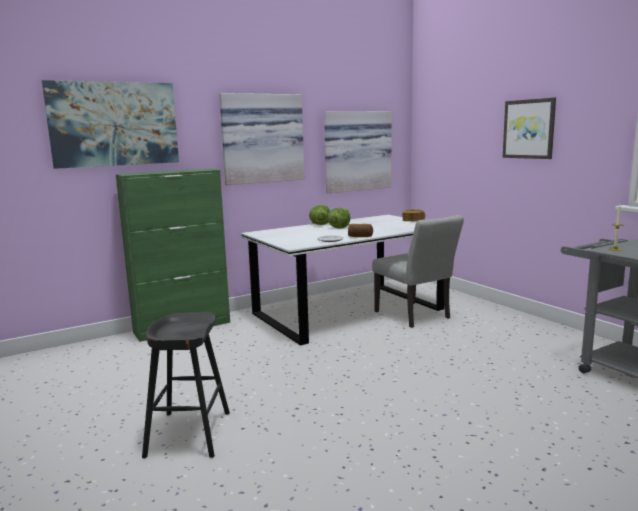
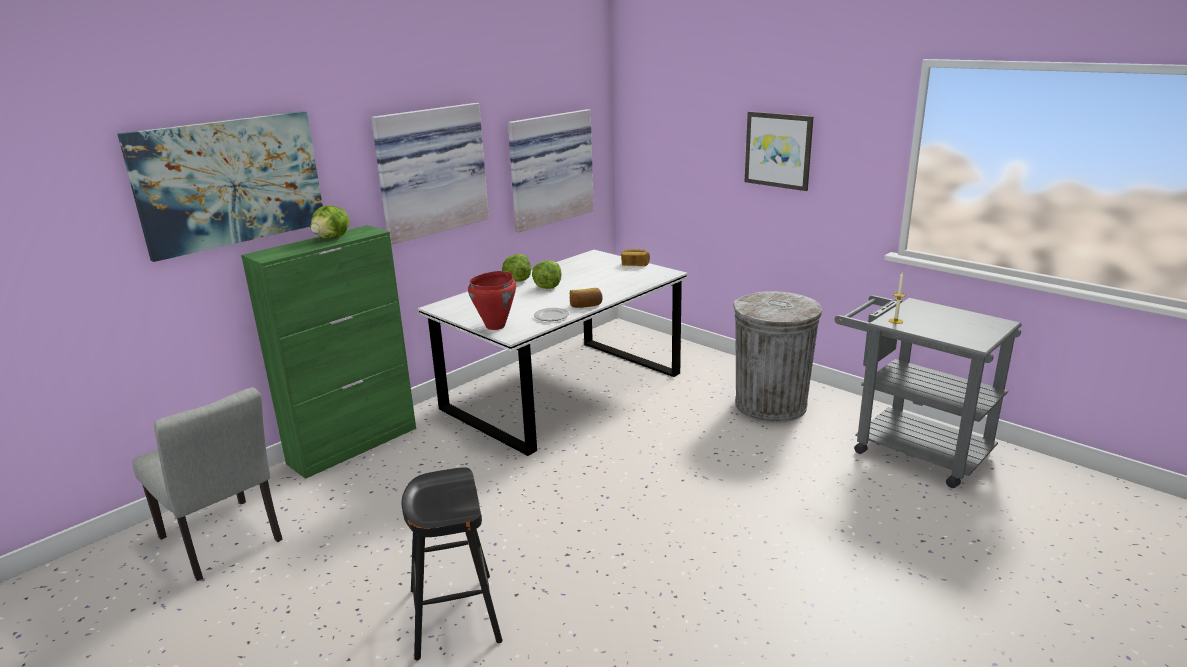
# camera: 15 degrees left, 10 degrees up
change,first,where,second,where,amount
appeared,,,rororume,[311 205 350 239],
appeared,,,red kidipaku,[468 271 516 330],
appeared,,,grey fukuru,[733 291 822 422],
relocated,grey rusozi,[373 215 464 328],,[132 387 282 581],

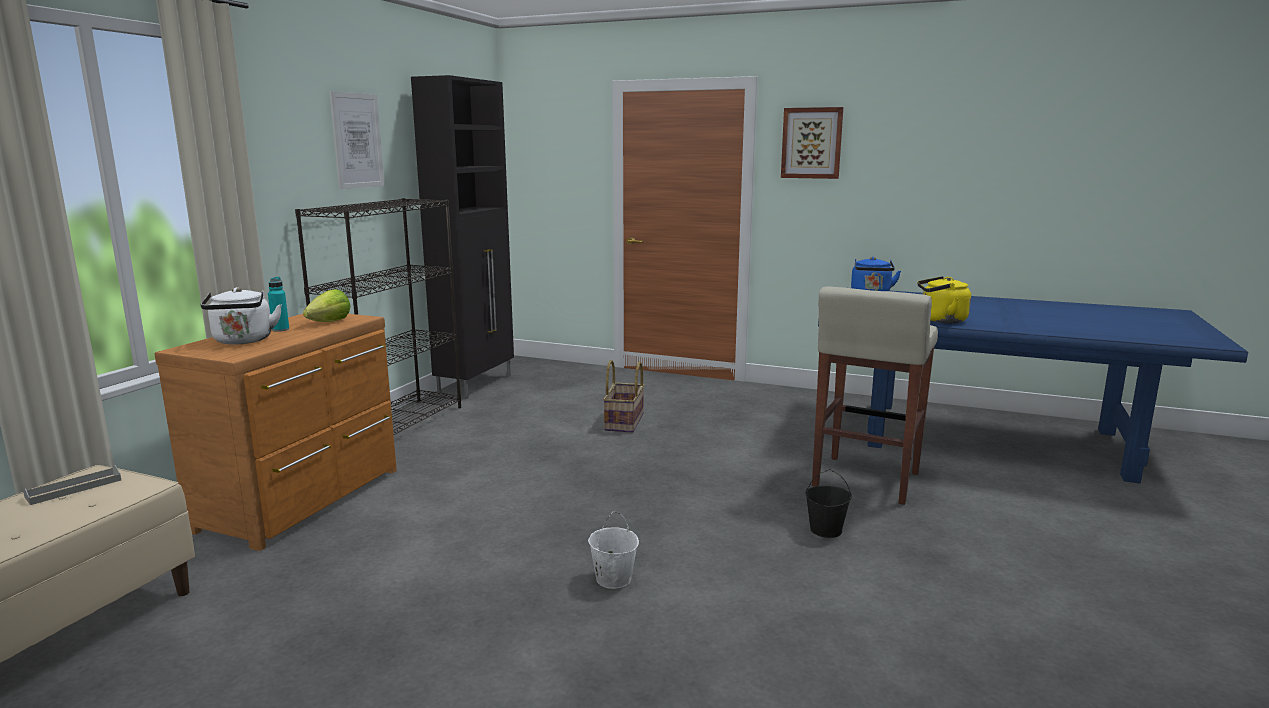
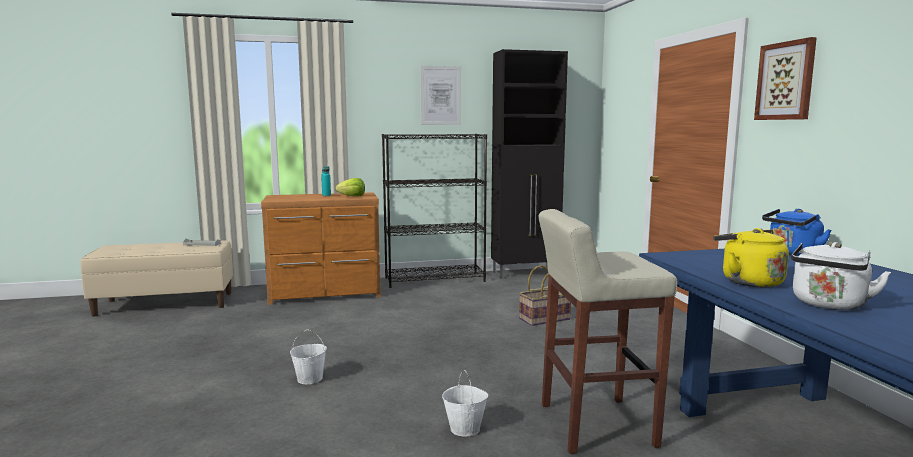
# camera: 55 degrees right, 5 degrees down
change,first,where,second,where,amount
relocated,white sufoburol,[201 287 282 345],,[791 242 891 310],
colour,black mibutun,[805 469 852 538],white mibutun,[442 370 488 437],

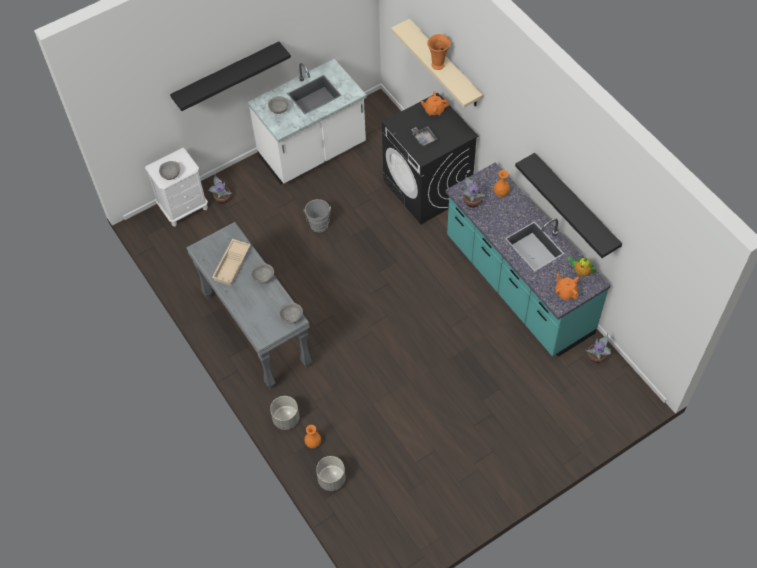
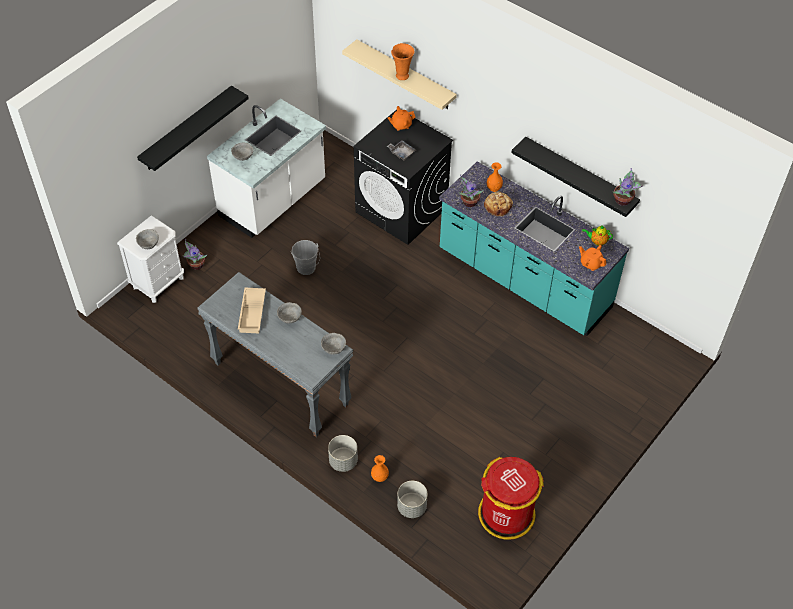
# camera: 20 degrees left, 5 degrees down
change,first,where,second,where,amount
appeared,,,red fukuru,[478 457 544 540],
appeared,,,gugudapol,[484 191 513 216],
relocated,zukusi,[586 333 611 363],,[613 168 643 206],

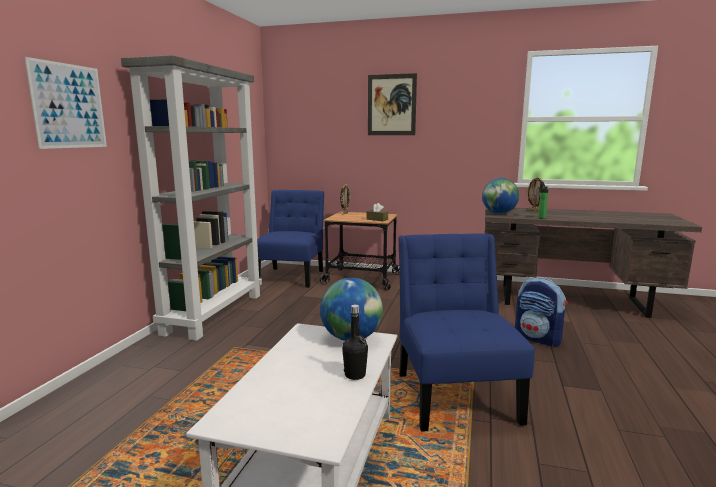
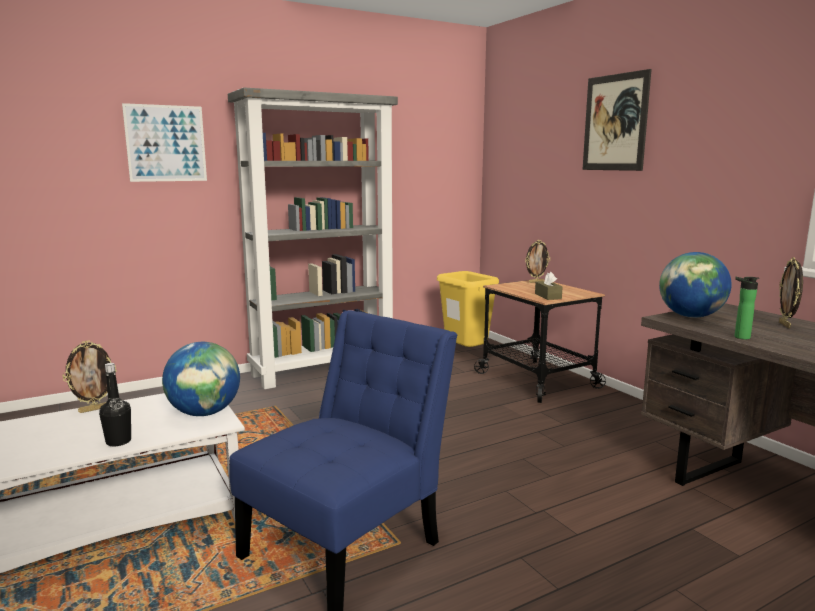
# camera: 45 degrees right, 0 degrees up
change,first,where,second,where,amount
missing,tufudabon,[515 277 568 347],,,
appeared,,,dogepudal,[62 341 116 413],
exchanged,blue rusozi,[257 190 324 288],yellow fukuru,[437 271 499 347],

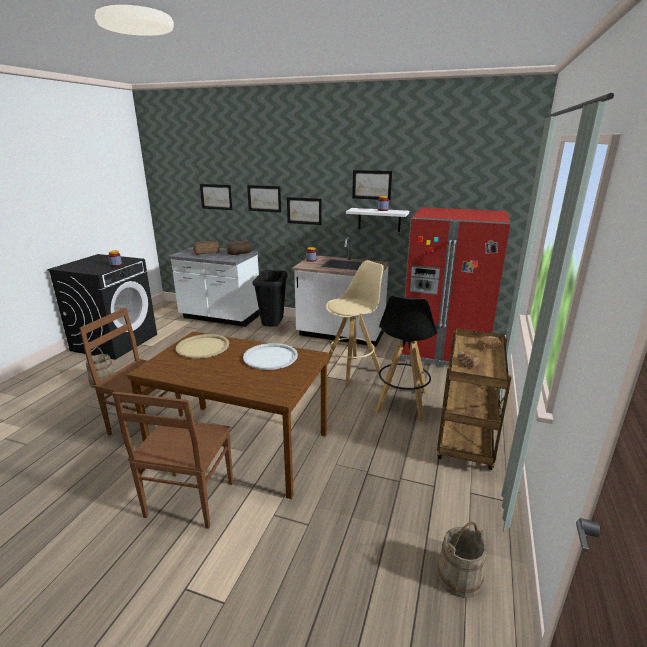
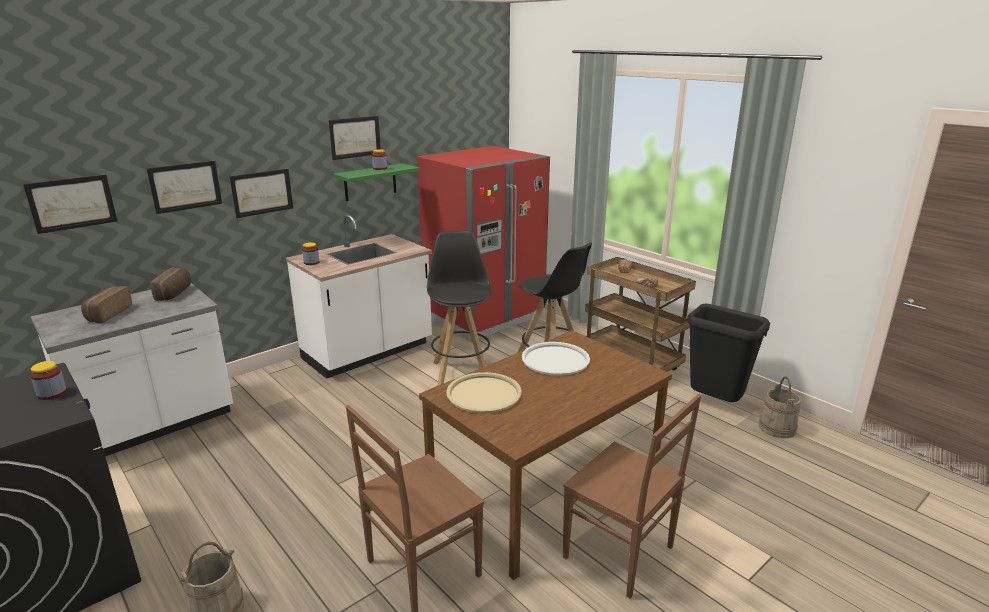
# camera: 60 degrees left, 0 degrees up
change,first,where,second,where,amount
relocated,black fukuru,[253 270 288 327],,[687 304 770 402],
colour,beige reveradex,[326 260 384 387],black reveradex,[427 230 492 386],
colour,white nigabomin,[346 208 409 232],green nigabomin,[333 163 420 201],

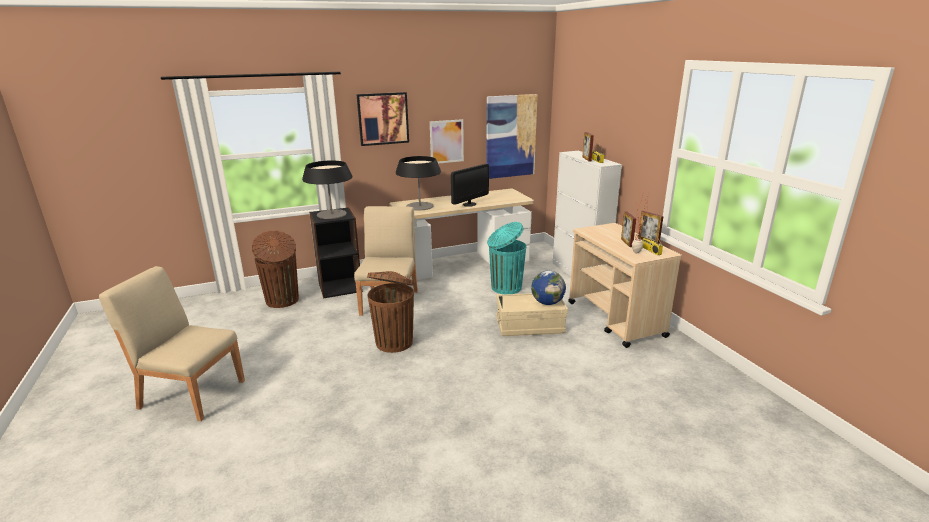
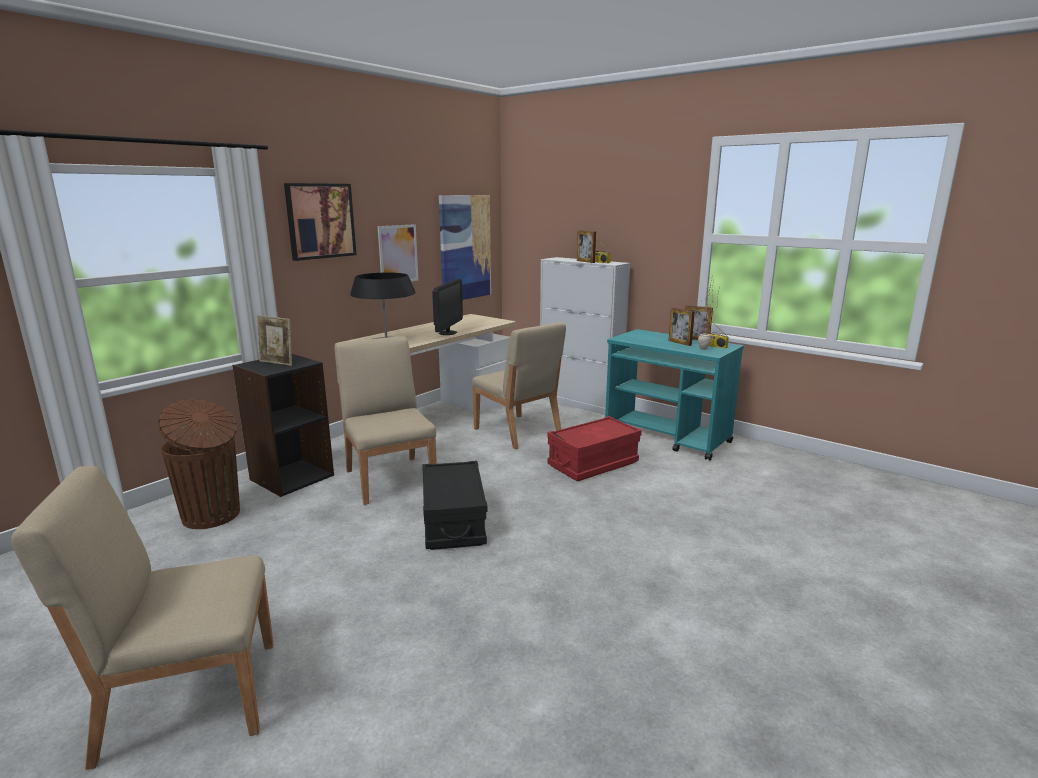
# camera: 30 degrees left, 5 degrees down
change,first,where,second,where,amount
missing,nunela,[531 271 566 305],,,
exchanged,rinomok,[302 160 353 219],dogepudal,[257 315 292 366],
exchanged,brown fukuru,[367 271 416 353],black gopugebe,[422 461 487 550],
exchanged,turquoise fukuru,[487 222 527 294],beige rusozi,[472 322 566 449],
colour,beige gopugebe,[496 293 568 336],red gopugebe,[547 416 642 481],
colour,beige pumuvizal,[568 223 682 348],turquoise pumuvizal,[605 329 744 461],

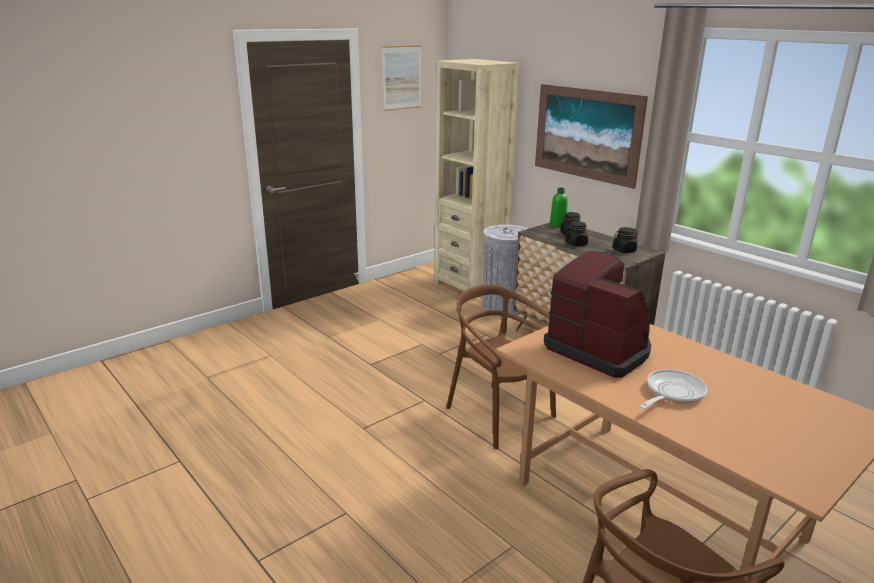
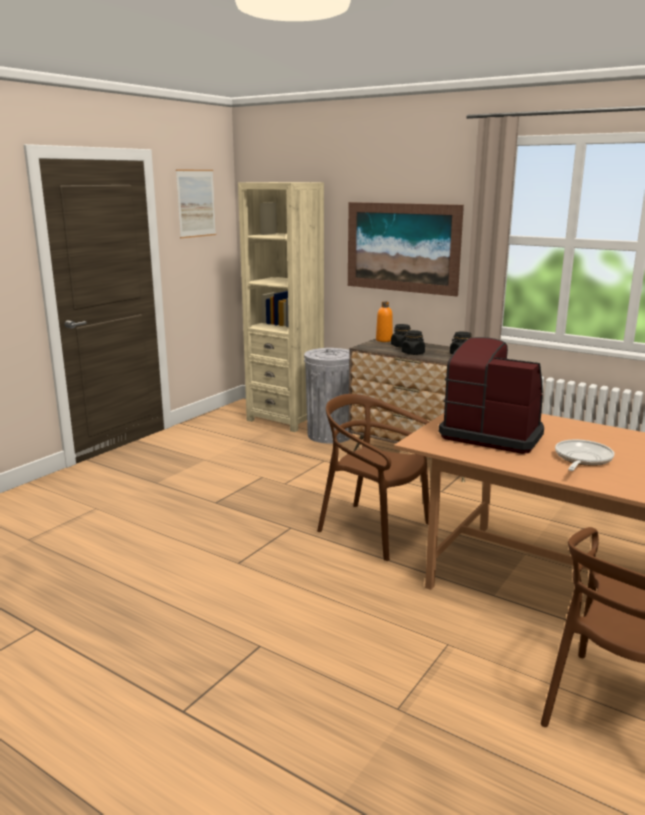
# camera: 15 degrees left, 5 degrees down
change,first,where,second,where,amount
colour,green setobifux,[550 188 568 228],orange setobifux,[376 302 393 342],

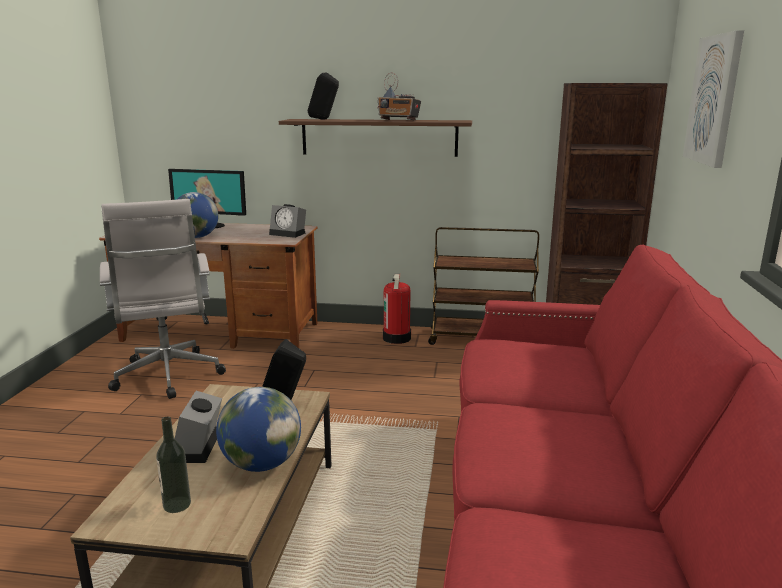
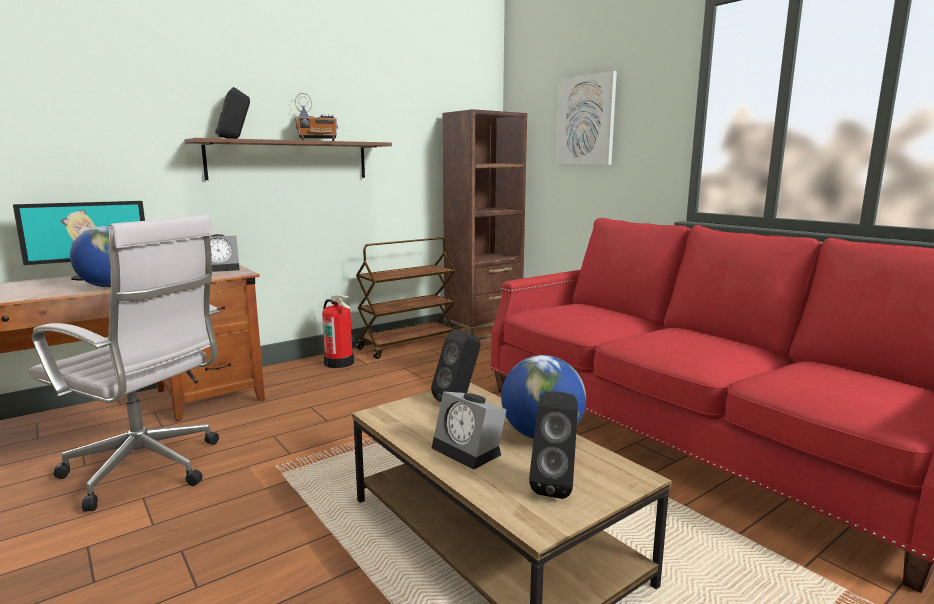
# camera: 45 degrees left, 5 degrees down
change,first,where,second,where,amount
exchanged,setobifux,[156 417 191 513],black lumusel,[529 391 578 499],

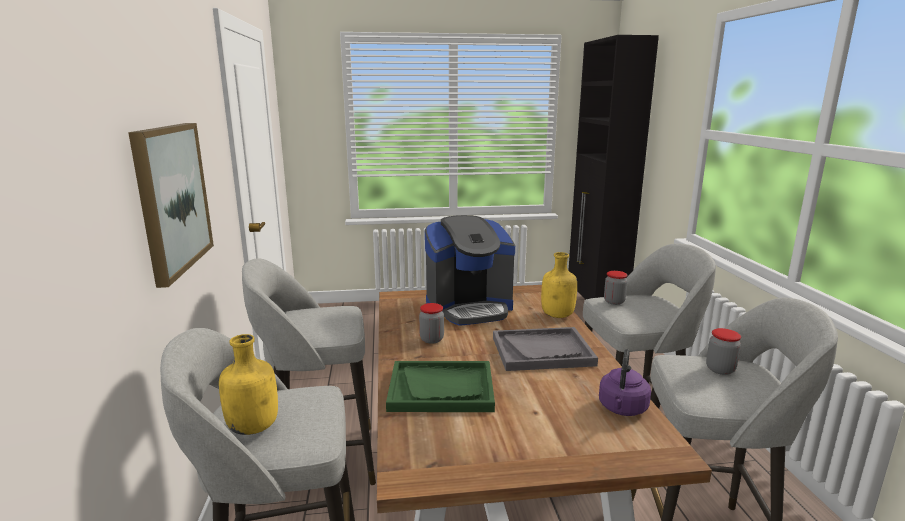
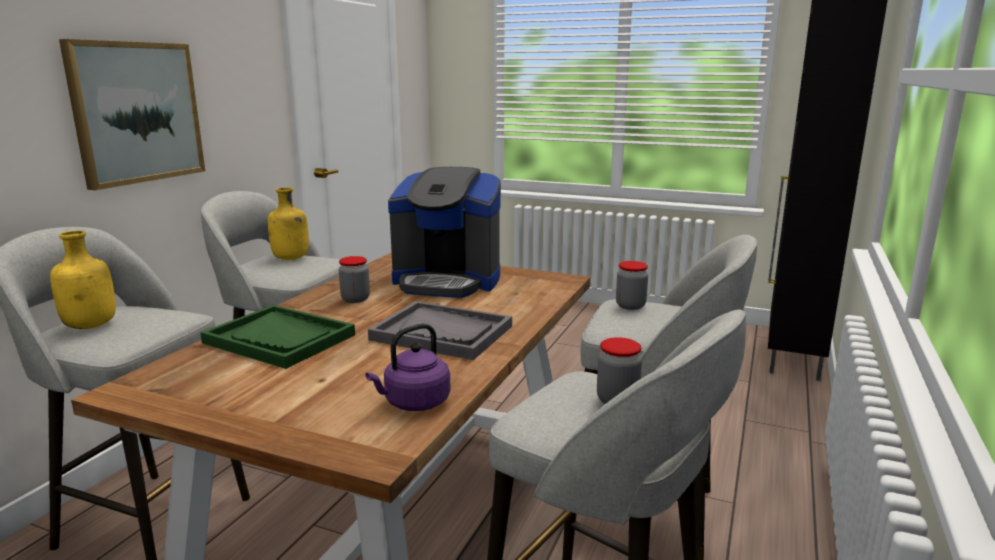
# camera: 30 degrees right, 0 degrees up
change,first,where,second,where,amount
relocated,yellow setobifux,[541 252 577 318],,[268 187 309 260],

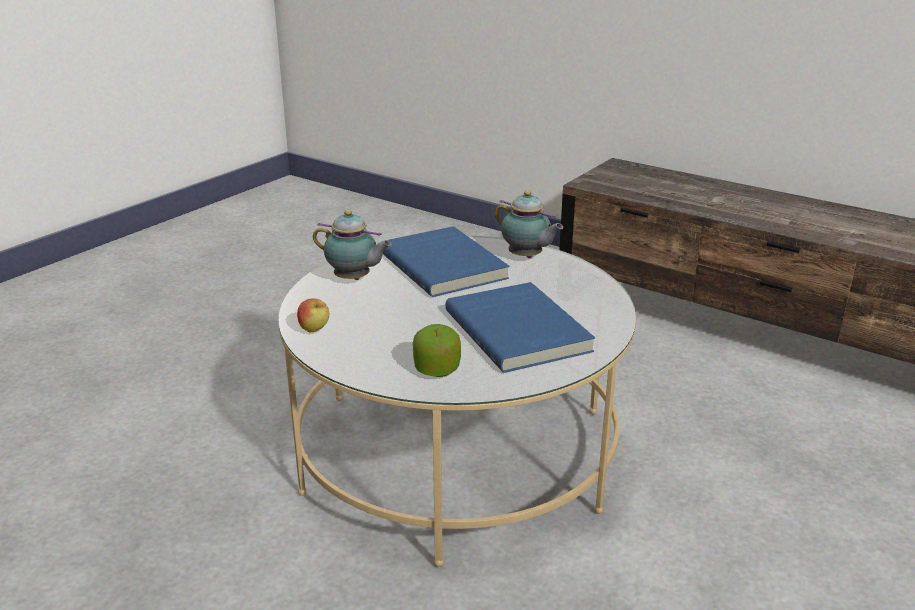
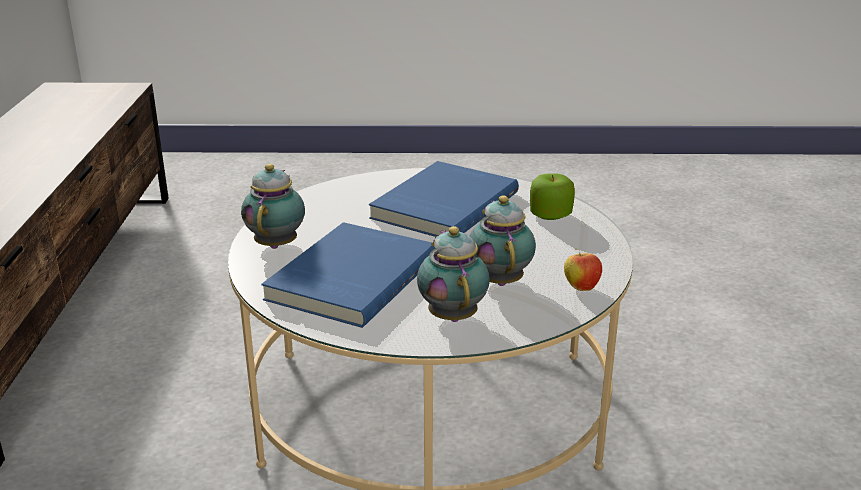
# camera: 125 degrees left, 0 degrees up
change,first,where,second,where,amount
appeared,,,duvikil,[470 195 536 286],

